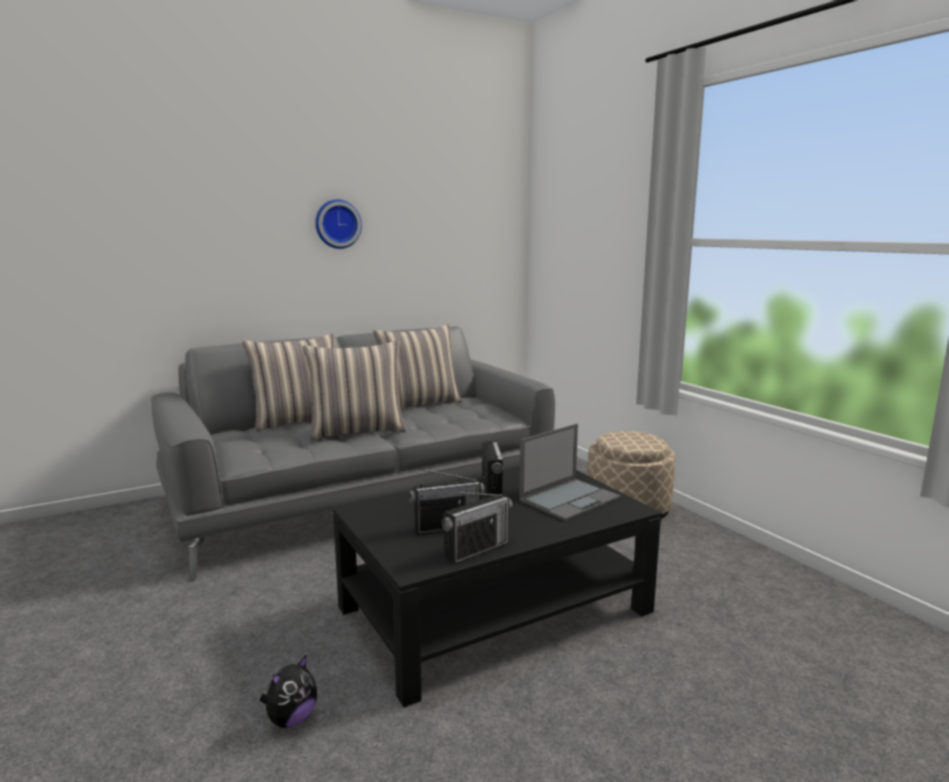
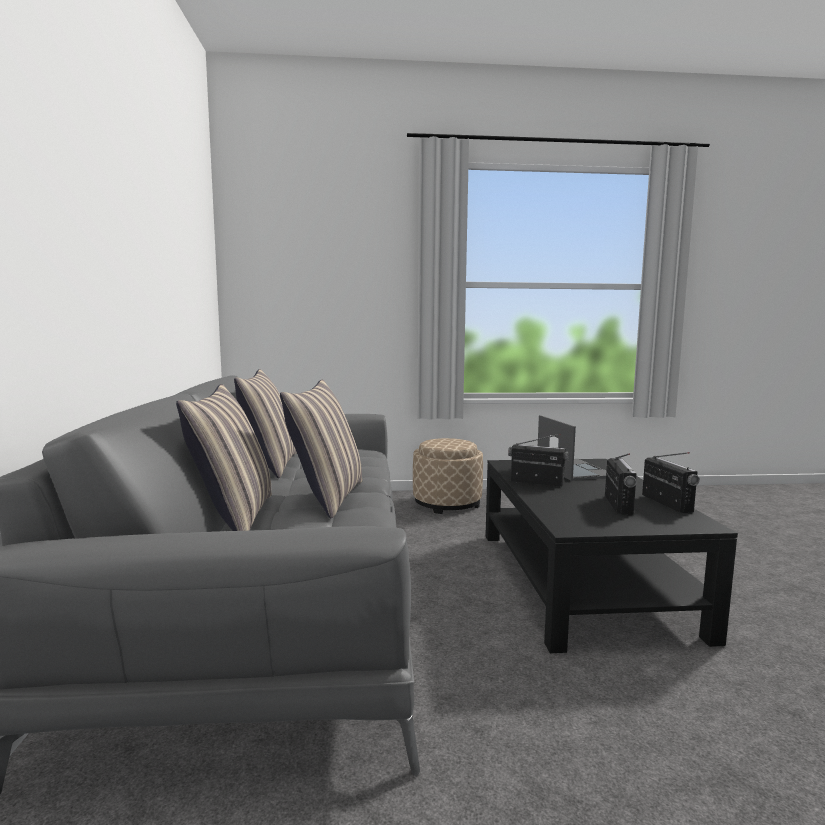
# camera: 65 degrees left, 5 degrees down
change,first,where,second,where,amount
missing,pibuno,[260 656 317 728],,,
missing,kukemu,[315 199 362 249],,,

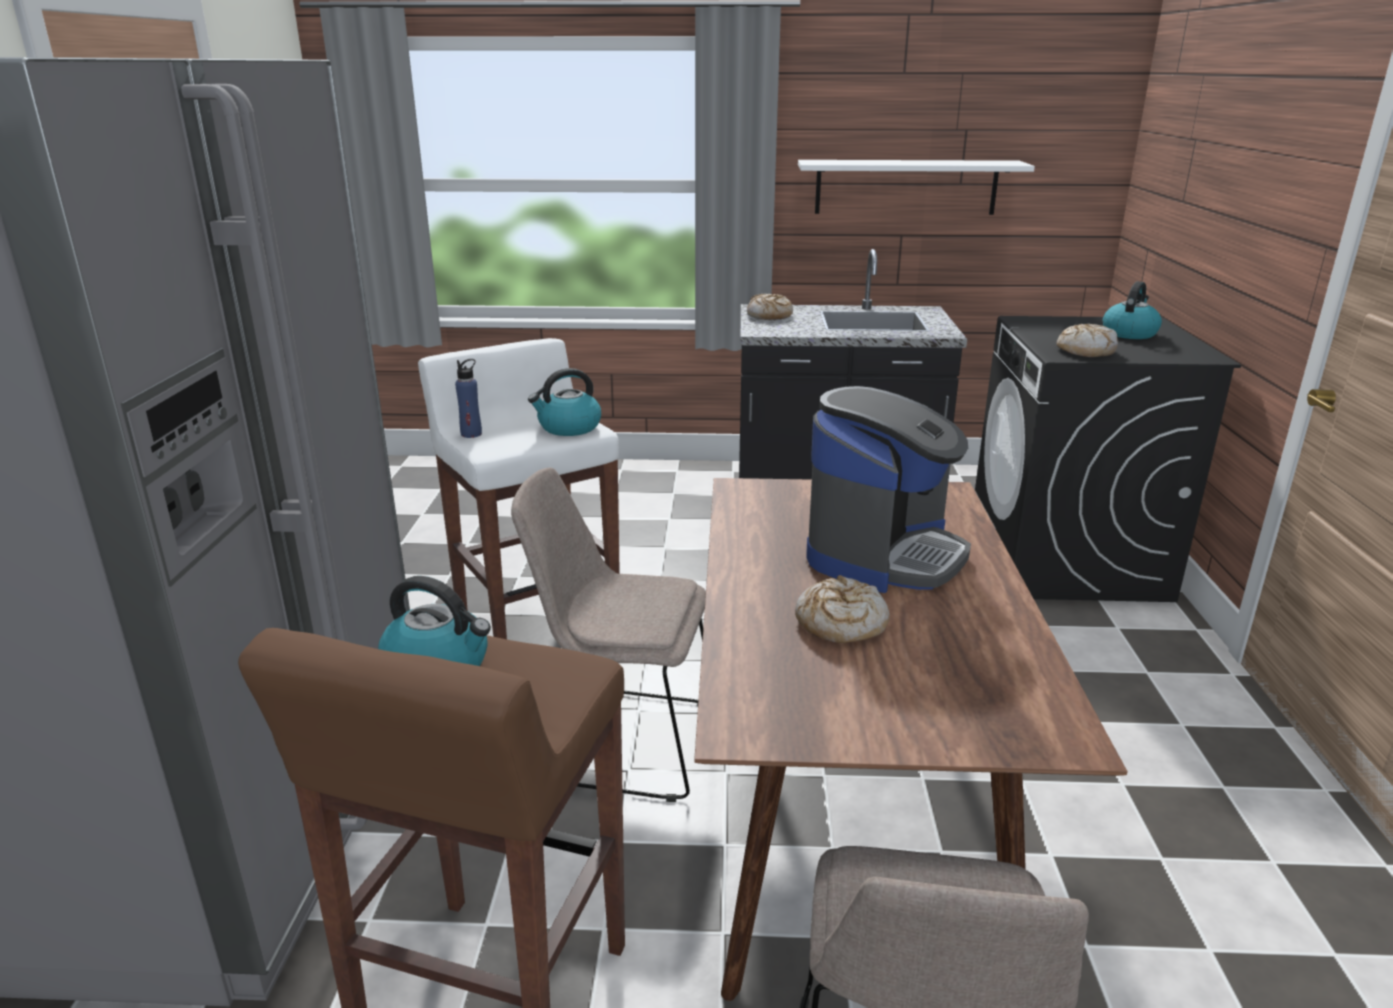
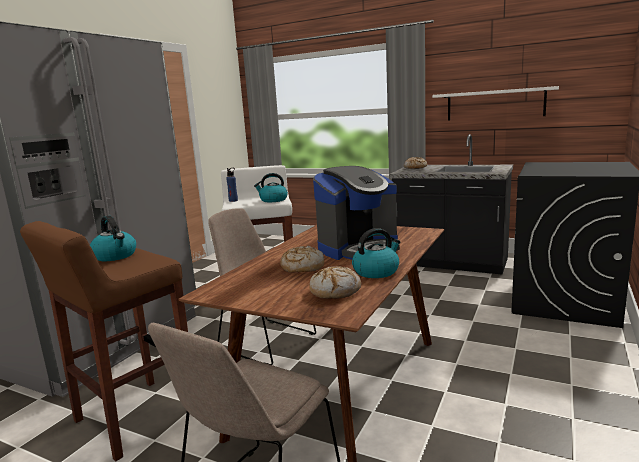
# camera: 25 degrees right, 10 degrees down
change,first,where,second,where,amount
relocated,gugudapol,[1057 324 1118 357],,[309 266 361 299],
relocated,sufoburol,[1103 281 1162 339],,[352 228 400 278],

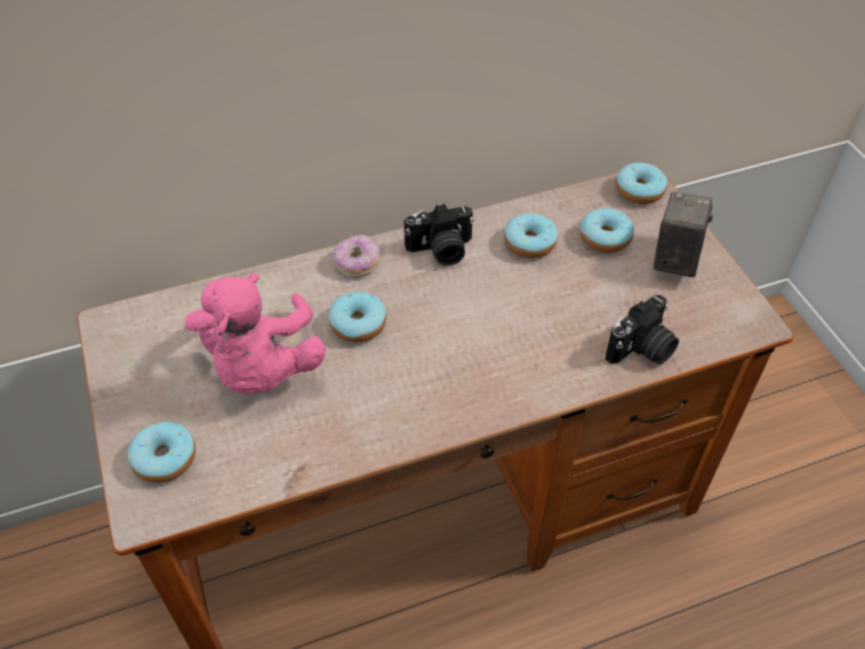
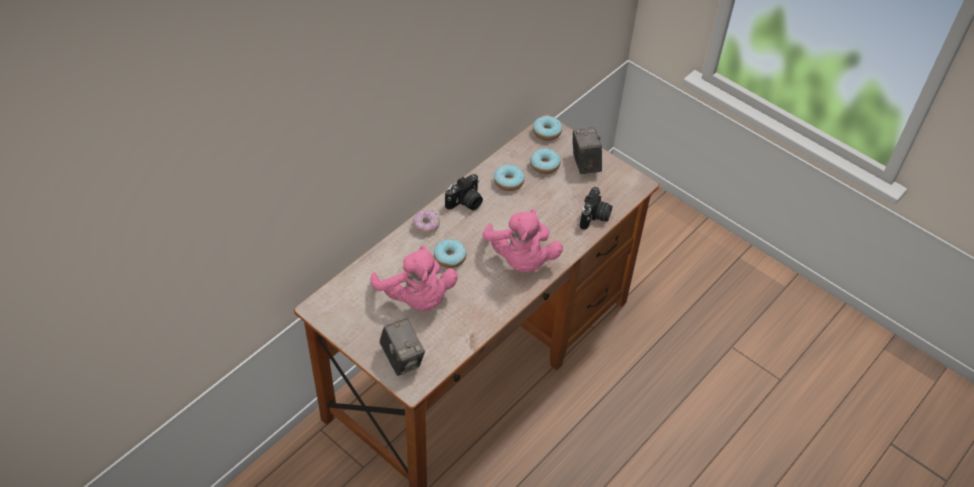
# camera: 30 degrees left, 0 degrees up
change,first,where,second,where,amount
appeared,,,pink pibuno,[483 209 563 273],
exchanged,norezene,[128 422 196 483],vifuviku,[380 318 425 376],

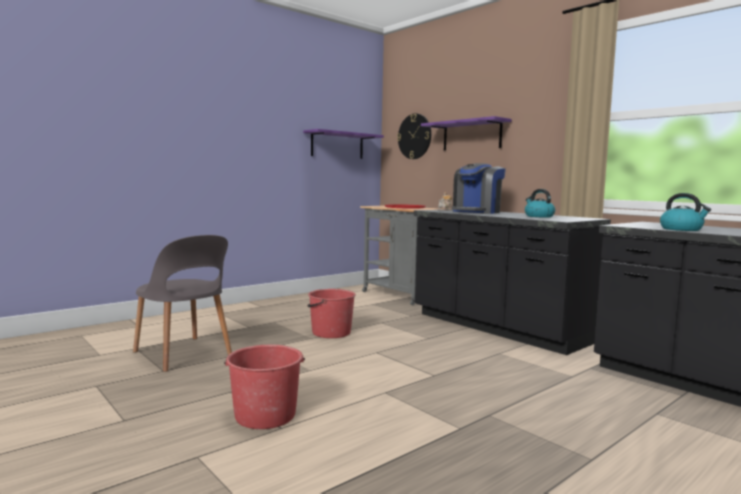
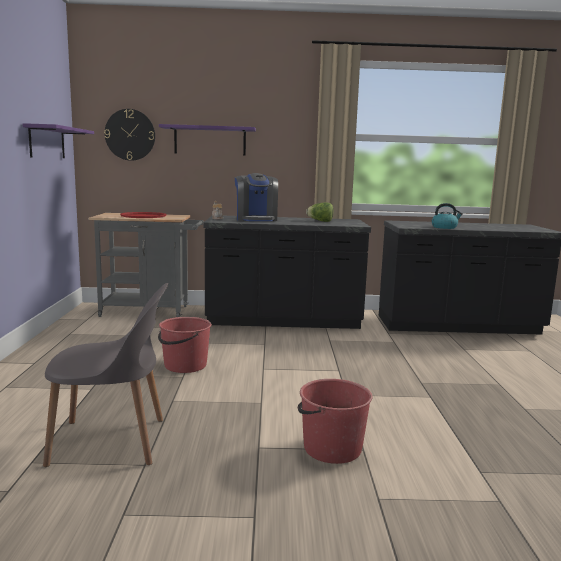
# camera: 50 degrees left, 5 degrees up
change,first,where,second,where,amount
exchanged,sufoburol,[525 189 555 218],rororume,[306 202 333 222],

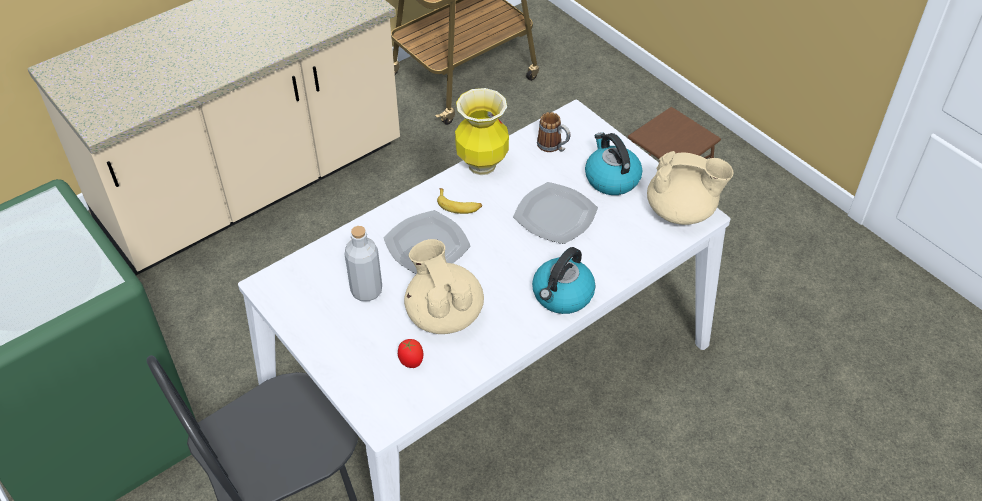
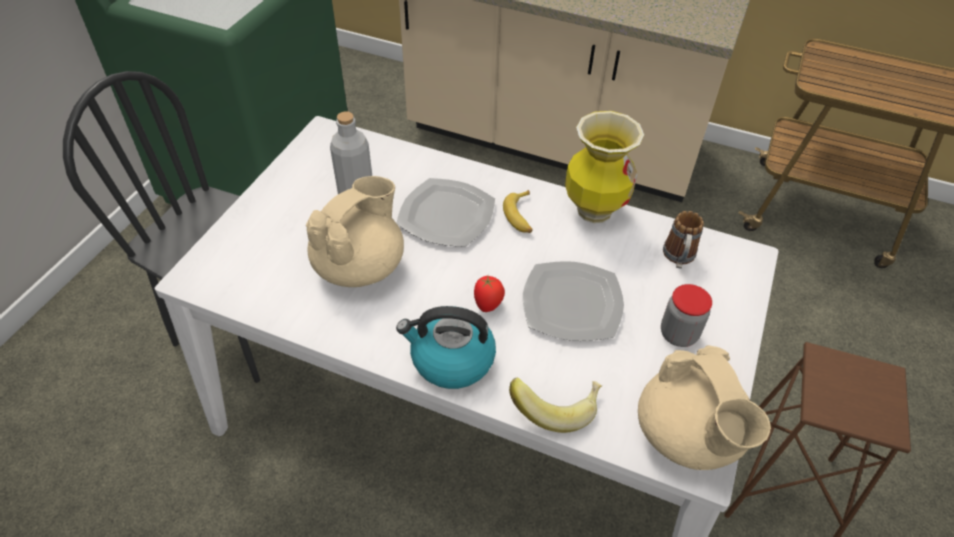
# camera: 60 degrees right, 0 degrees up
change,first,where,second,where,amount
appeared,,,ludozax,[509 378 602 433],
relocated,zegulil,[398 339 423 368],,[474 276 505 312],
exchanged,sufoburol,[585 132 642 195],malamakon,[661 284 712 347],

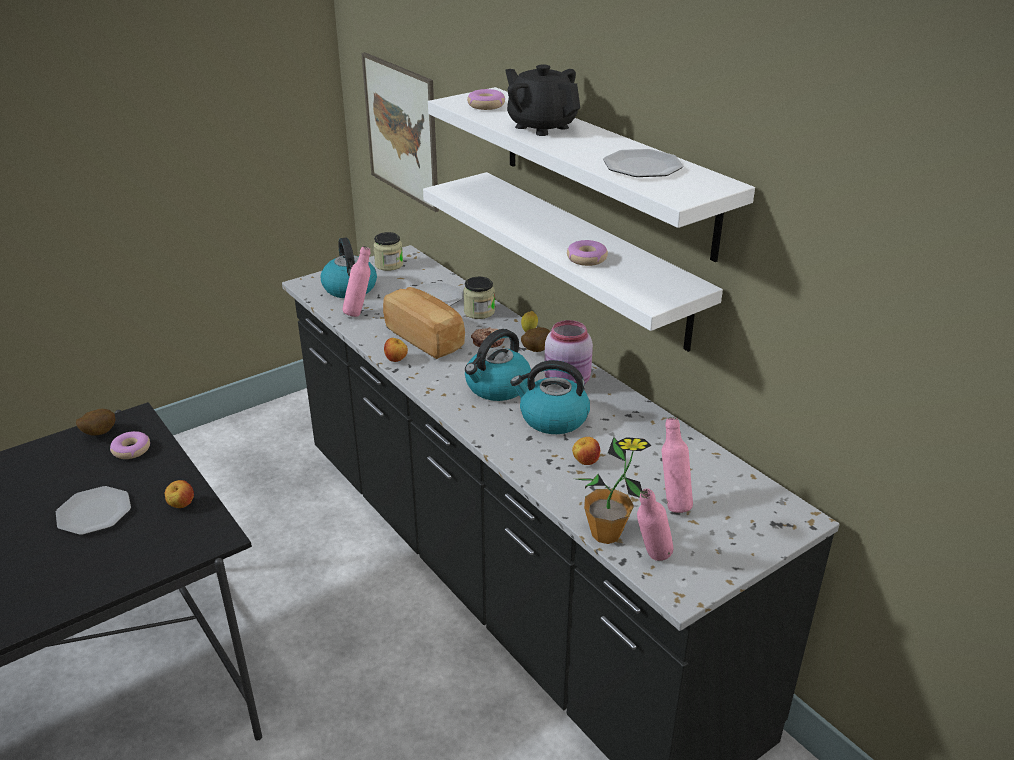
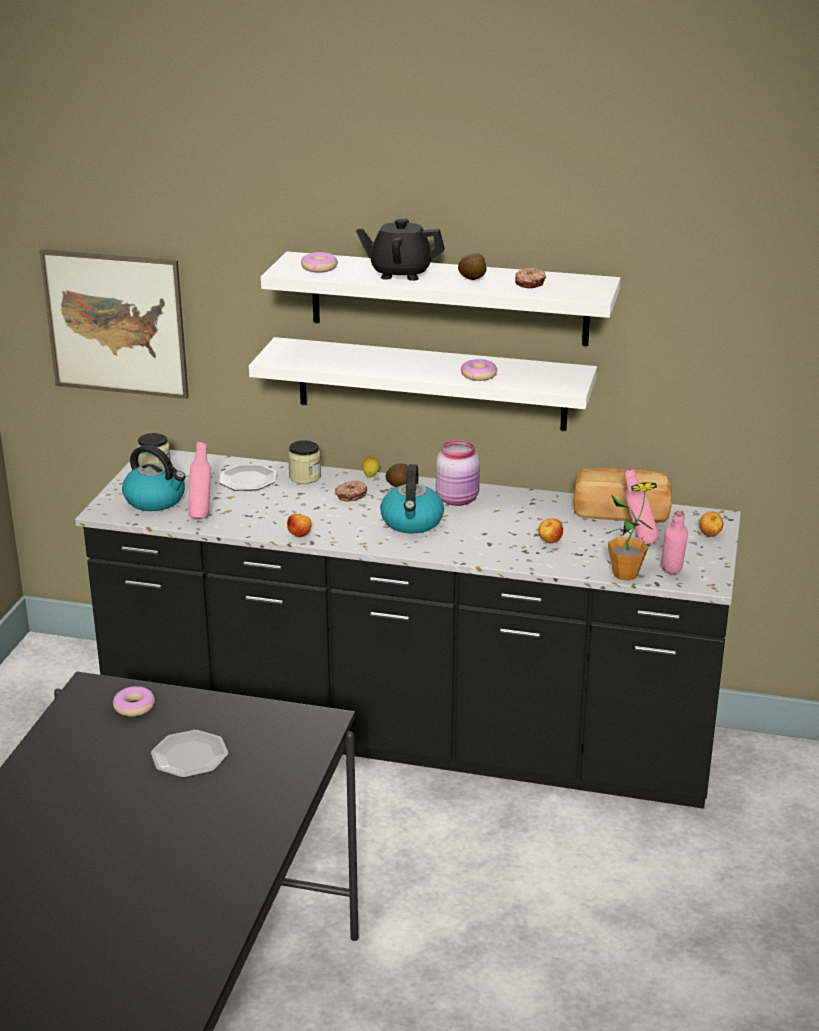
# camera: 40 degrees left, 5 degrees down
change,first,where,second,where,amount
missing,sufoburol,[510 360 590 434],,,
relocated,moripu,[76 409 115 436],,[458 253 487 280],
relocated,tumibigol,[165 480 194 508],,[699 511 723 537],
relocated,gugudapol,[383 287 465 359],,[573 468 672 523],
exchanged,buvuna,[603 149 683 177],norezene,[515 267 546 288],

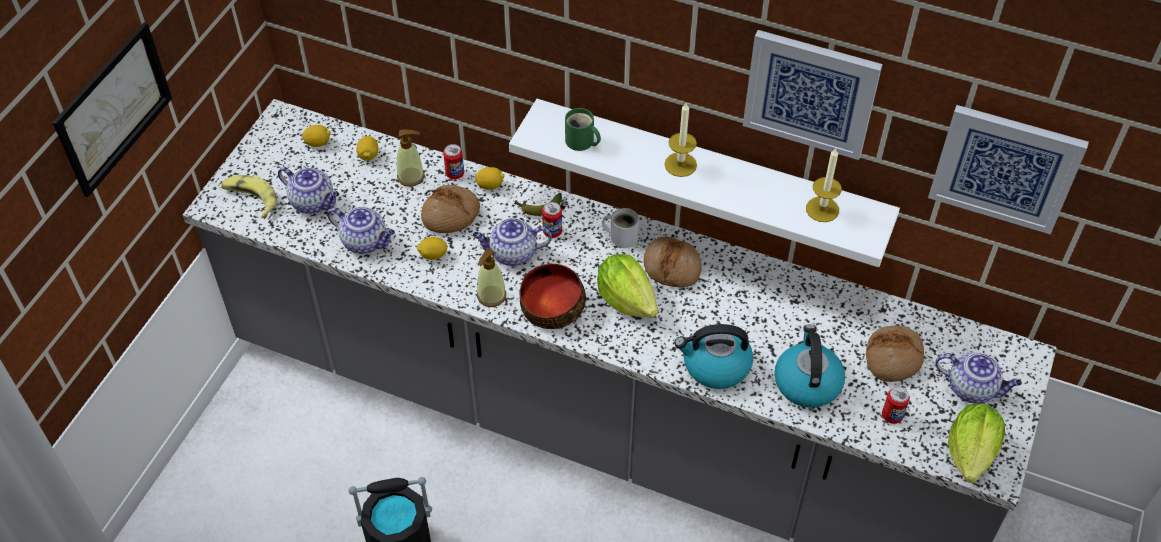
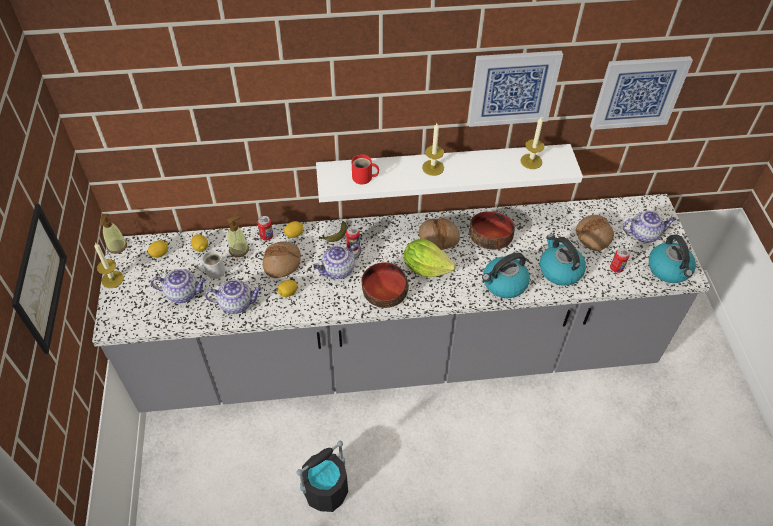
# camera: 30 degrees left, 0 degrees up
change,first,where,second,where,amount
missing,ludozax,[221 175 278 218],,,
appeared,,,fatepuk,[94 243 124 288],
appeared,,,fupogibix,[469 211 515 250],
relocated,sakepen,[477 248 506 307],,[100 214 127 254],
relocated,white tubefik,[602 208 639 248],,[197 250 225 279],
exchanged,rororume,[948 403 1005 483],sufoburol,[649 234 696 283],
colour,green tubefik,[565 108 601 151],red tubefik,[352 154 379 184],

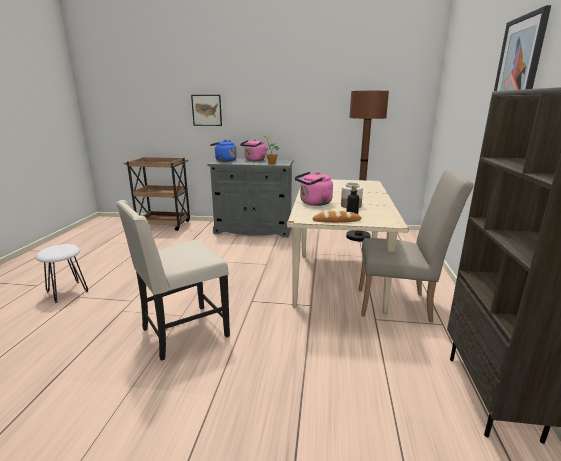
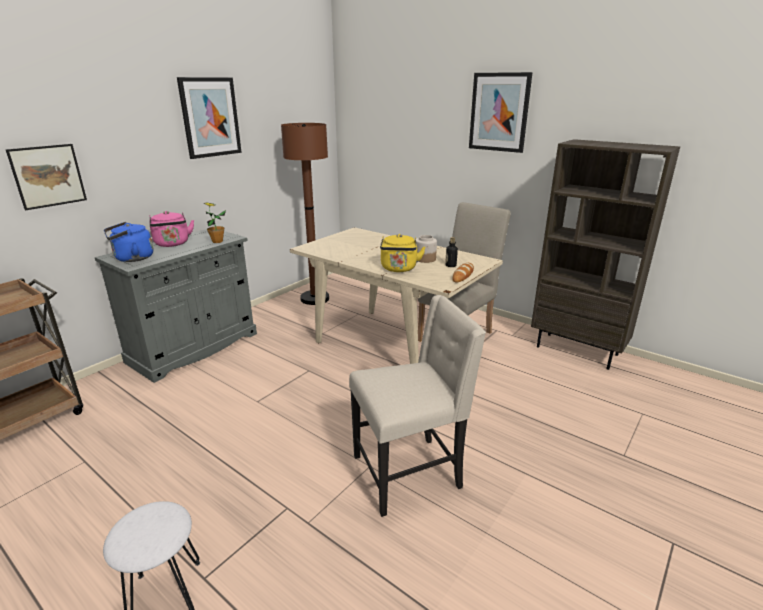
# camera: 60 degrees left, 5 degrees up
change,first,where,second,where,amount
appeared,,,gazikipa,[177 77 242 159],
colour,pink sufoburol,[295 172 333 206],yellow sufoburol,[380 234 426 272],
spun,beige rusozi,[116 200 230 361],,[349 295 486 517],105 degrees counterclockwise

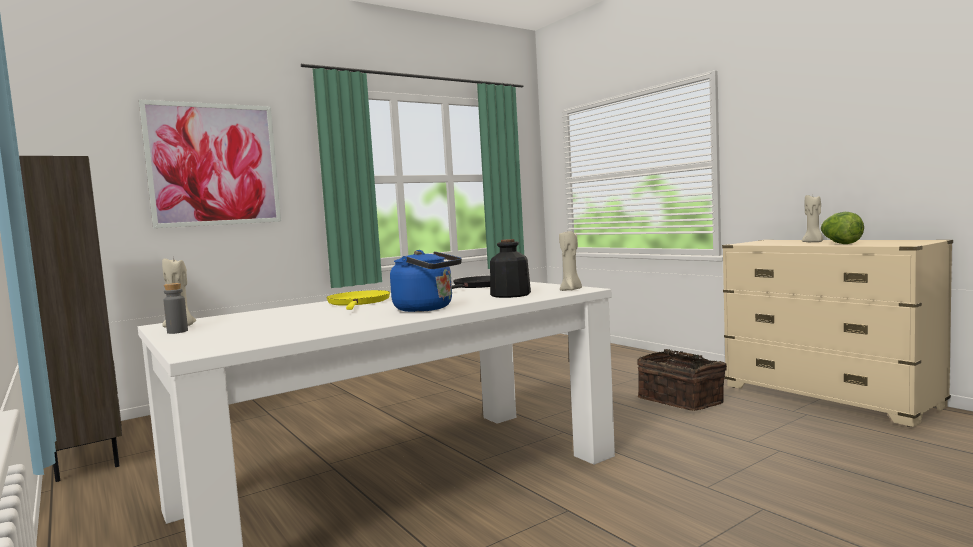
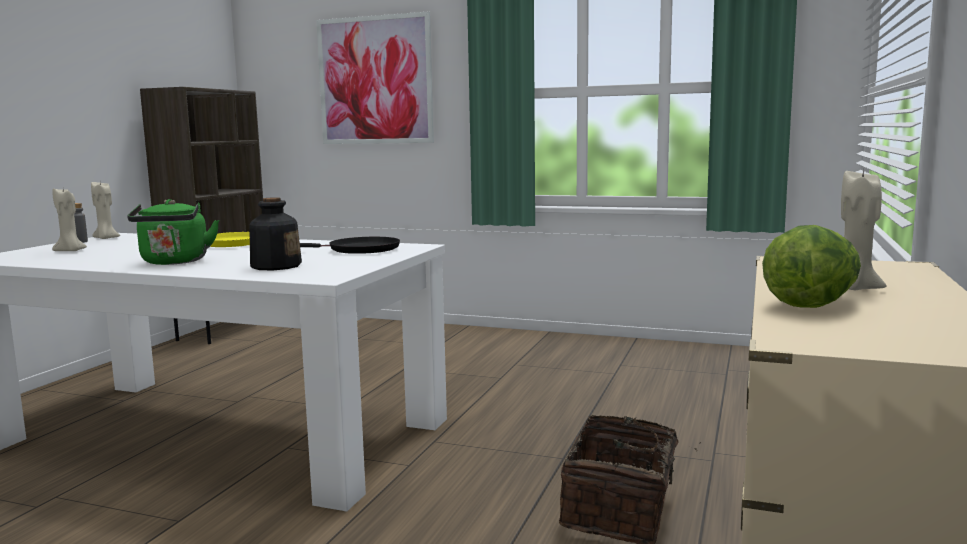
# camera: 55 degrees right, 5 degrees up
change,first,where,second,where,amount
relocated,beige fatepuk,[559 231 582 291],,[52 188 87 251],
colour,blue sufoburol,[390 250 462 312],green sufoburol,[127 199 219 265],

